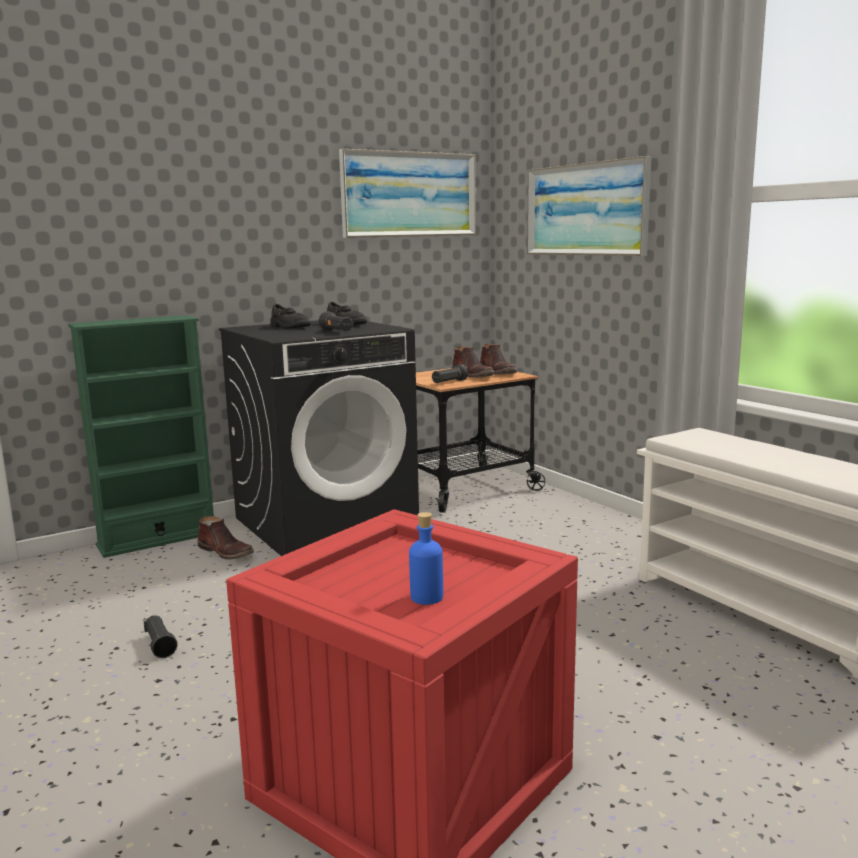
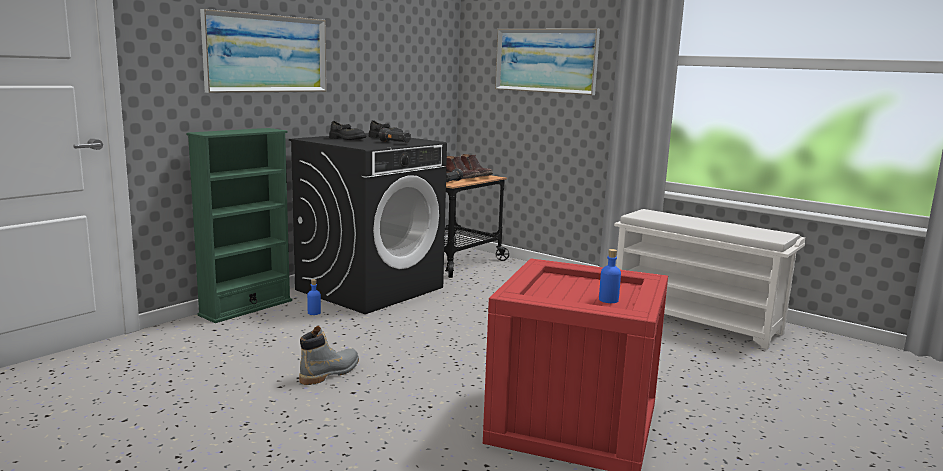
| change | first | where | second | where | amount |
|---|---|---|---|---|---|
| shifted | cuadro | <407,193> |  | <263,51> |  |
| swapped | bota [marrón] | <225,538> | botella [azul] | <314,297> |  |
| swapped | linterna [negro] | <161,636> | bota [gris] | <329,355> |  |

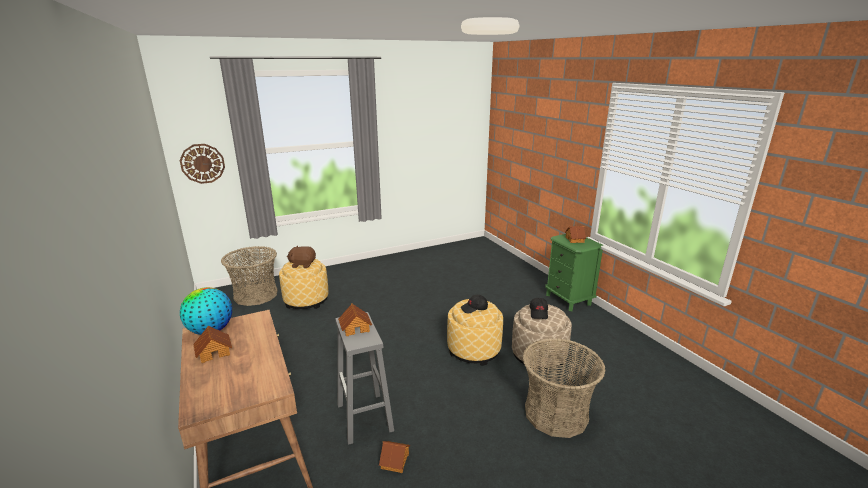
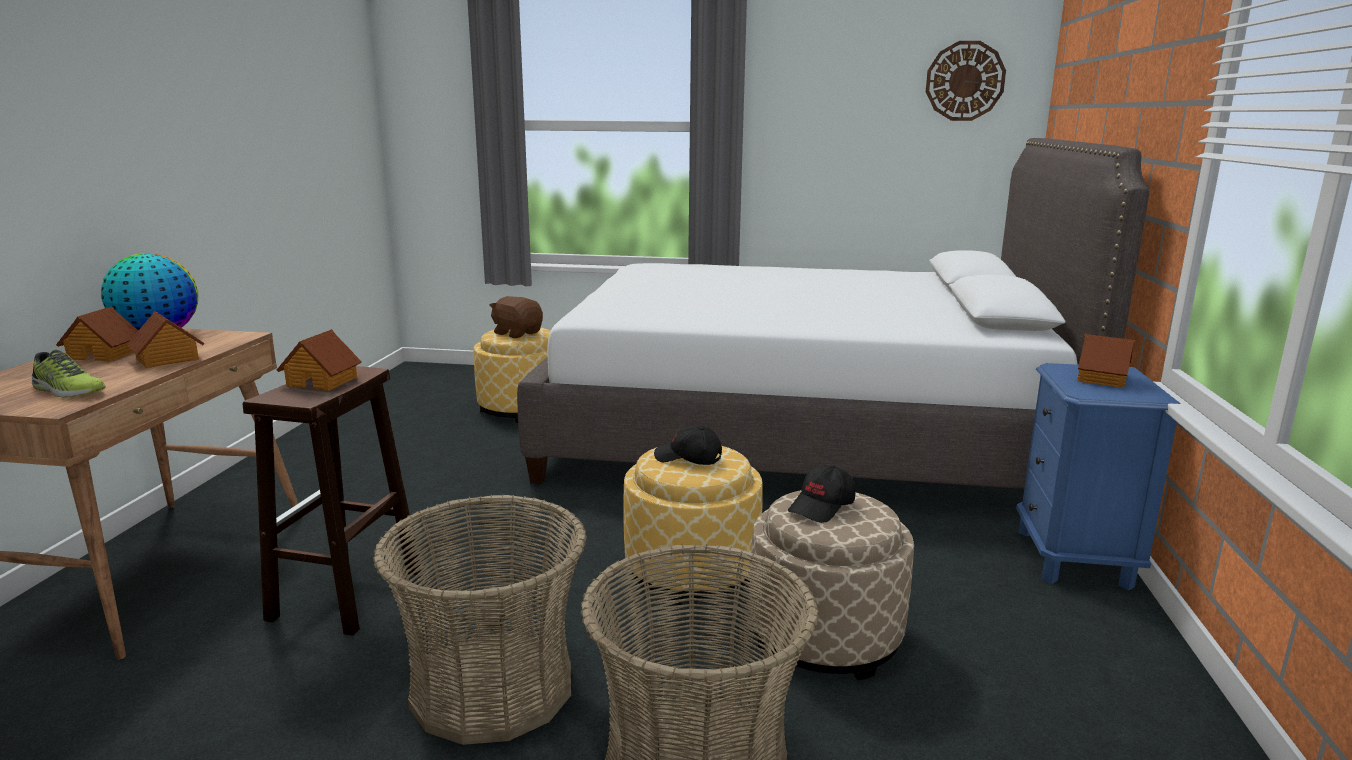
| change | first | where | second | where | amount |
|---|---|---|---|---|---|
| shifted | reloj de pared | <202,164> |  | <966,81> |  |
| repainted | mesita de noche [verde] | <574,272> | mesita de noche [azul] | <1098,476> |  |
| shifted | cesta | <249,276> |  | <480,620> |  |
| repainted | taburete [gris] | <364,378> | taburete [marrón] | <332,501> |  |
| shifted | casita | <394,457> |  | <166,339> |  |
| new |  |  | cama [blanco] | <833,313> |  |
| new |  |  | zapato | <69,374> |  |

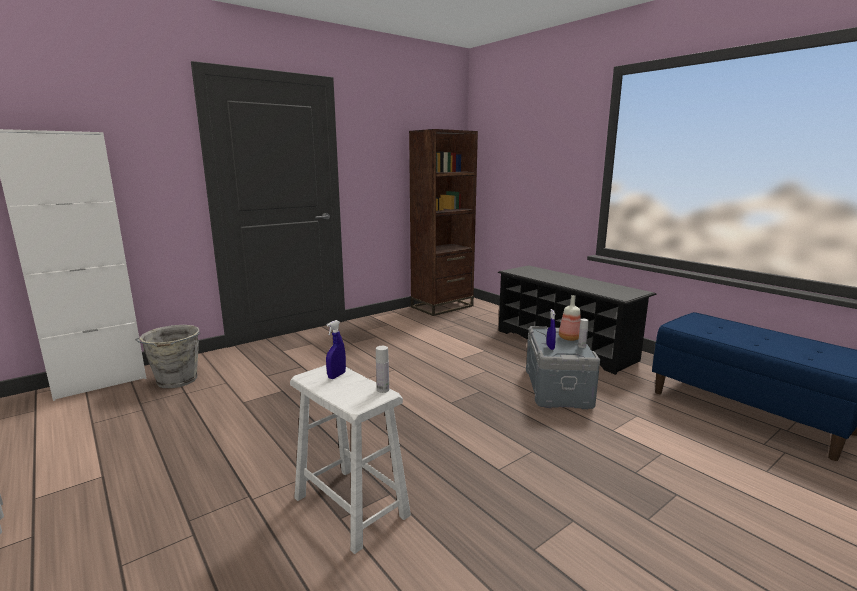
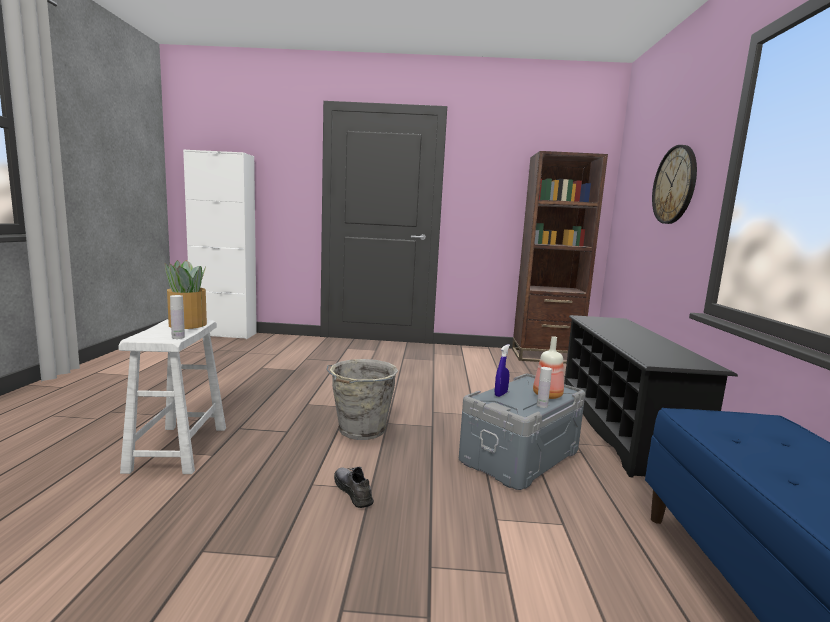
| change | first | where | second | where | amount |
|---|---|---|---|---|---|
| swapped | pulverizador [azul] | <336,349> | planta en maceta | <186,294> |  |
| shifted | cubo [gris] | <167,356> |  | <362,399> |  |
| new |  |  | reloj de pared | <674,184> |  |
| new |  |  | zapato [gris] | <354,487> |  |

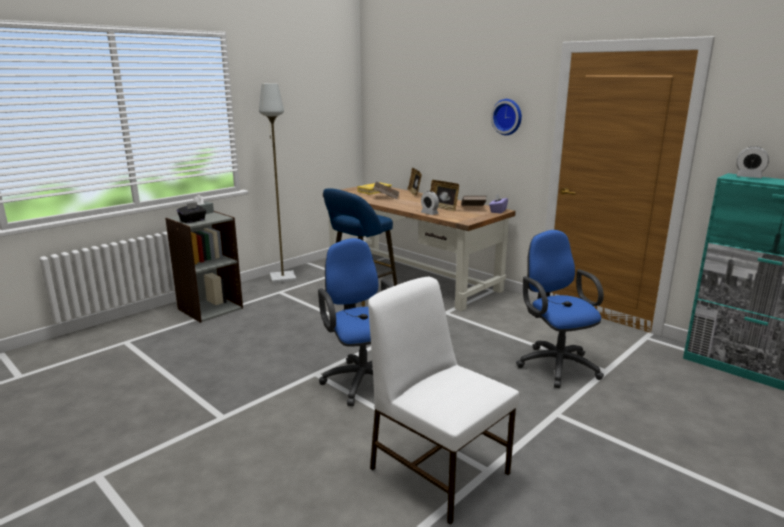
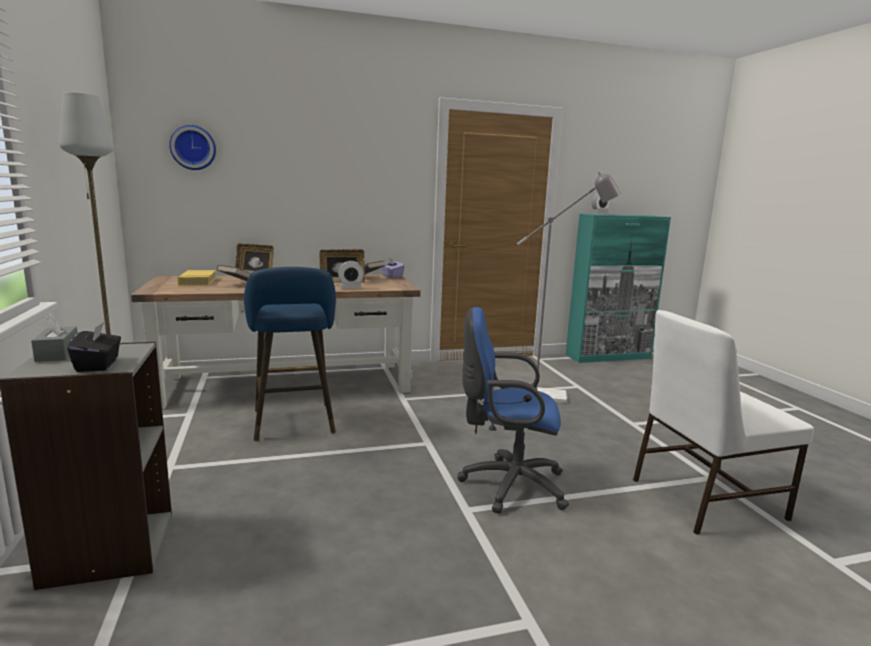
| change | first | where | second | where | amount |
|---|---|---|---|---|---|
| shifted | reloj de pared | <506,117> |  | <192,147> |  |
| swapped | silla de oficina [azul] | <560,309> | lámpara de pie [gris] | <569,287> |  |

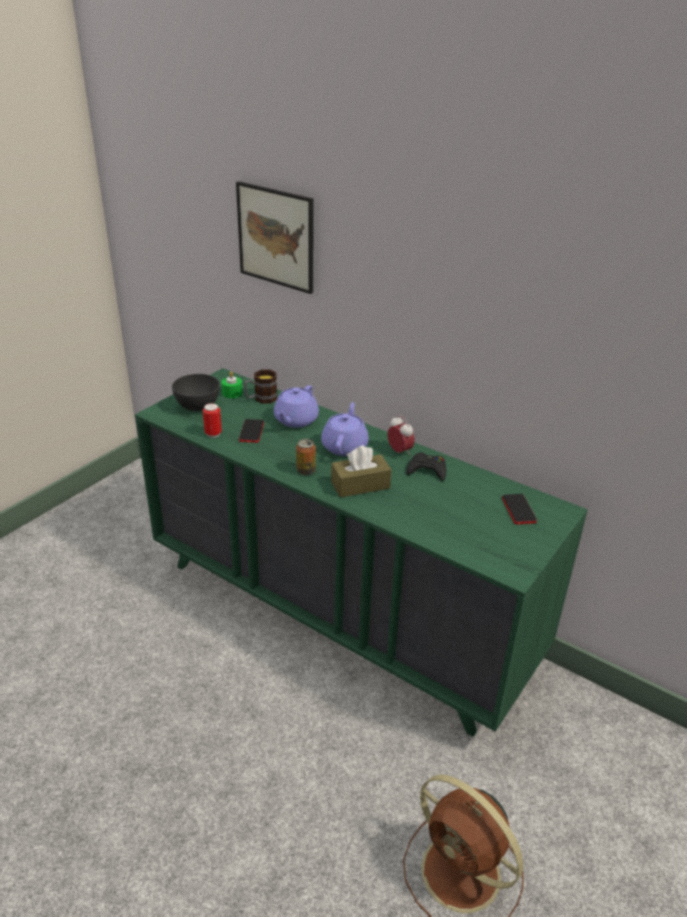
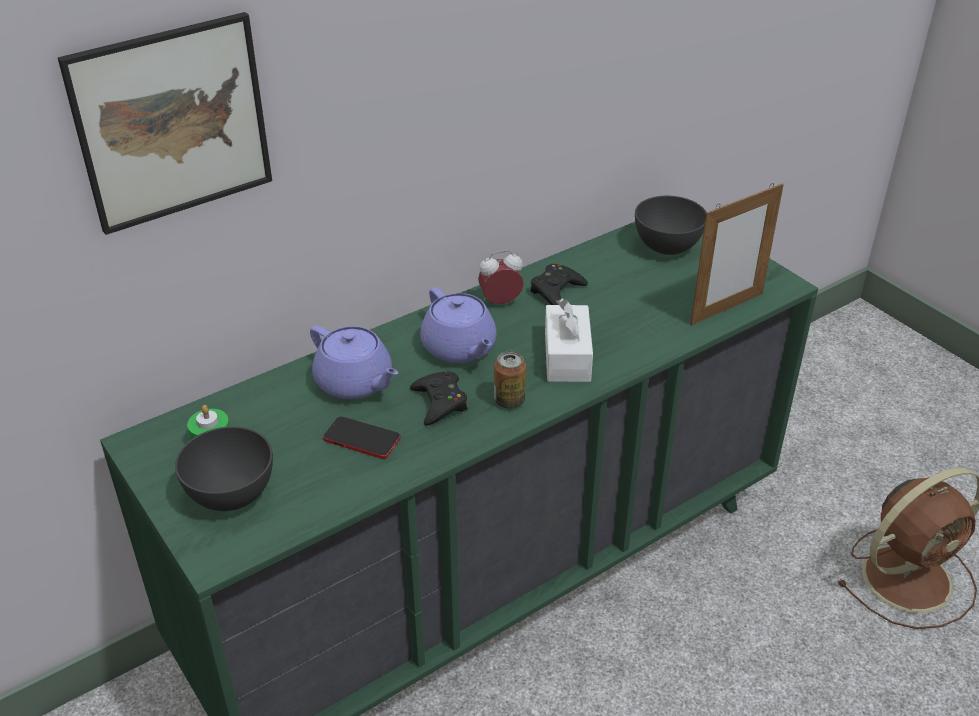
| change | first | where | second | where | amount |
|---|---|---|---|---|---|
| gone | taza grande | <260,386> |  |  |  |
| rotated | tetera [morado] | <345,429> |  | <458,325> | 150 degrees counterclockwise |
| gone | lata | <212,420> |  |  |  |
| repainted | caja de pañuelos [marrón] | <361,471> | caja de pañuelos [blanco] | <569,340> |  |
| swapped | móvil | <519,509> | cuenco [gris] | <671,225> |  |
| new |  |  | portarretratos | <737,254> |  |
| new |  |  | mando de consola [negro] | <439,398> |  |

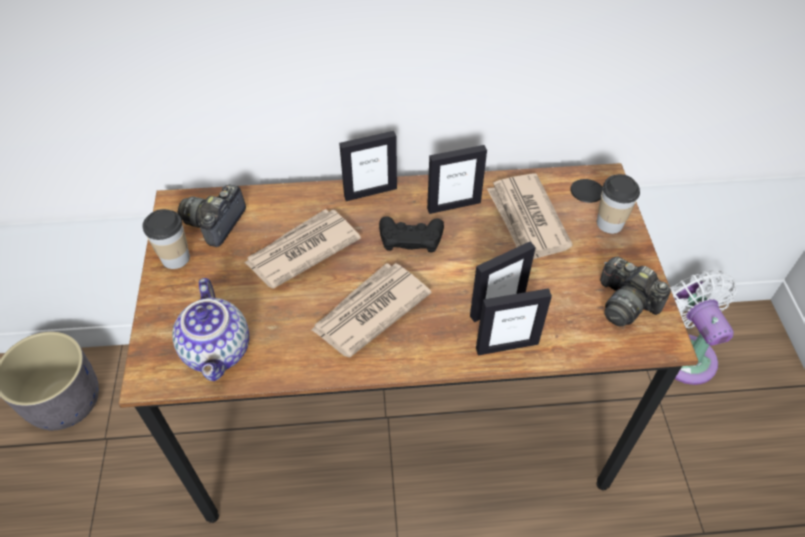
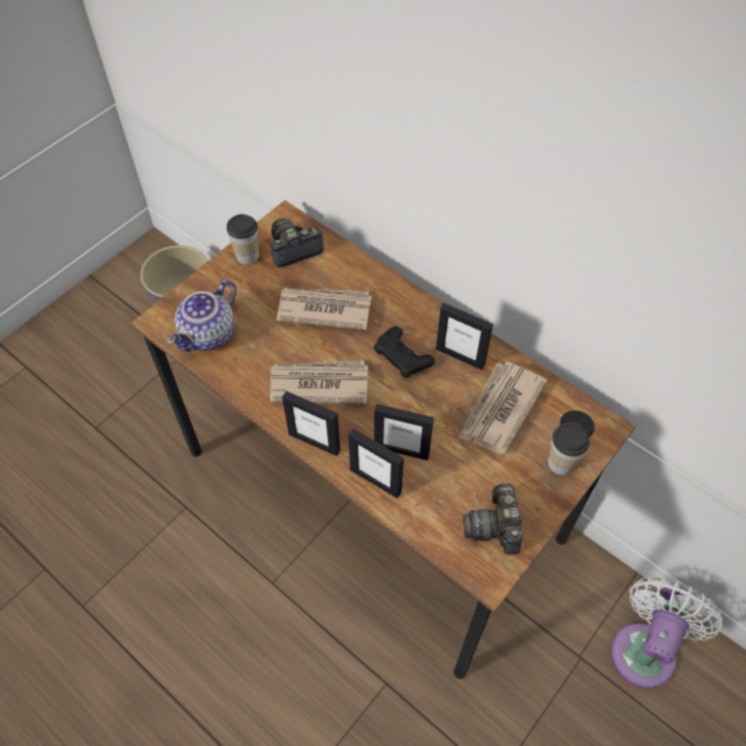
| change | first | where | second | where | amount |
|---|---|---|---|---|---|
| shifted | portarretratos | <368,166> |  | <311,423> |  |

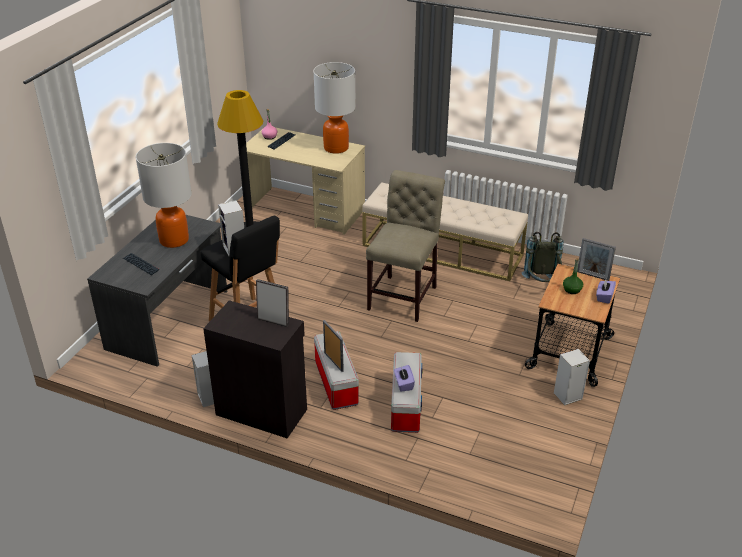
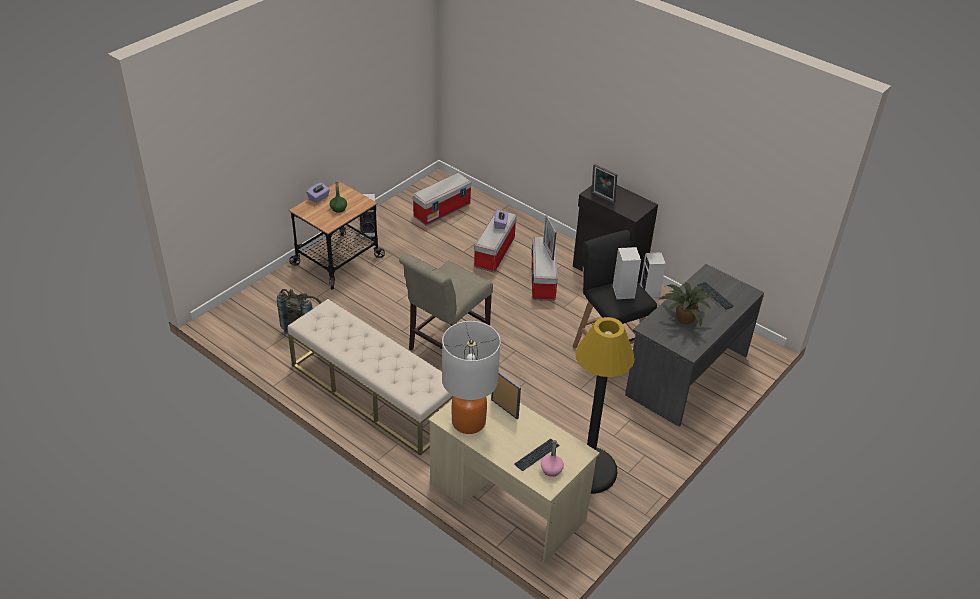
| change | first | where | second | where | amount |
|---|---|---|---|---|---|
| swapped | lámpara de mesa | <164,195> | planta en maceta | <688,304> |  |
| shifted | portarretratos | <596,259> |  | <506,395> |  |
| new |  |  | caja de almacenaje | <442,199> |  |

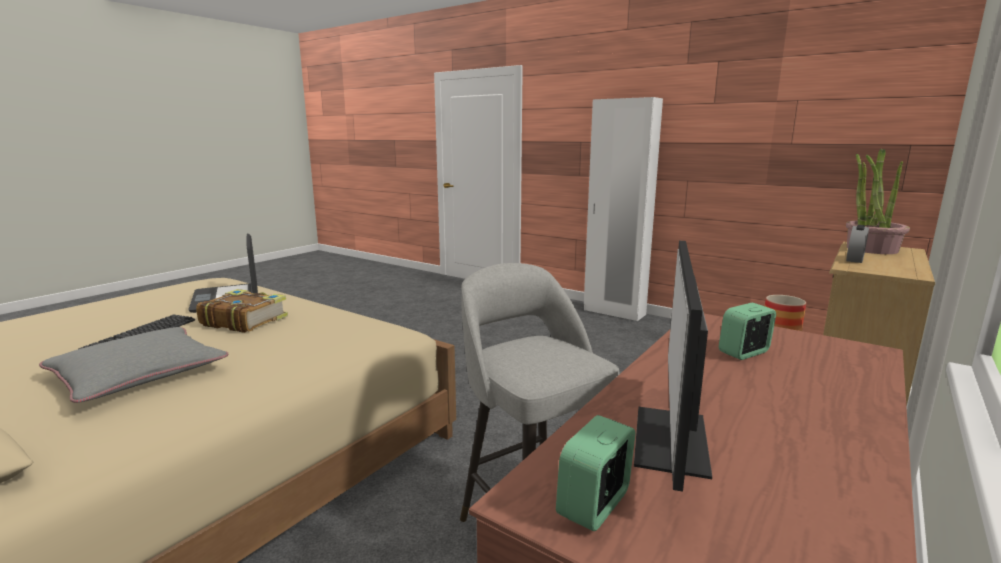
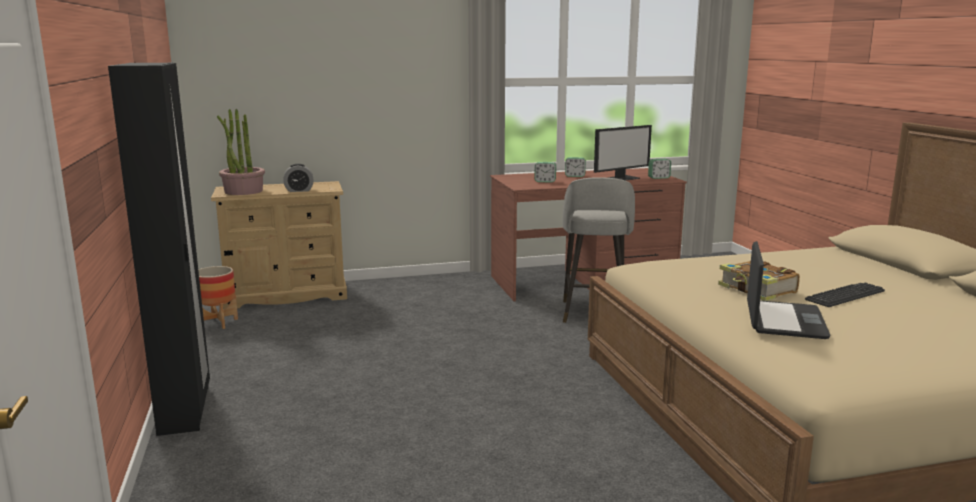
| change | first | where | second | where | amount |
|---|---|---|---|---|---|
| repainted | armario ropero [blanco] | <623,209> | armario ropero [negro] | <159,249> |  |
| gone | cojín [gris] | <133,365> |  |  |  |
| new |  |  | despertador | <575,167> |  |

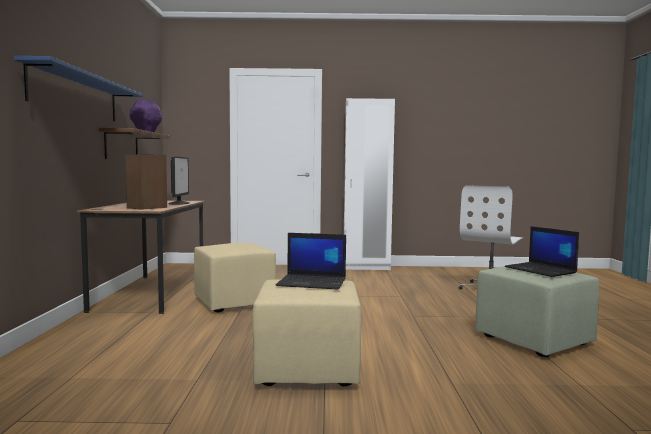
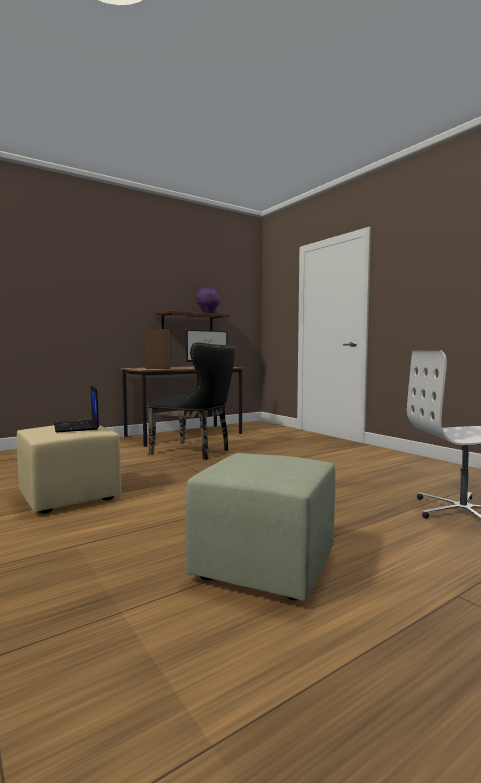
| change | first | where | second | where | amount |
|---|---|---|---|---|---|
| gone | estante [azul] | <78,88> |  |  |  |
| gone | armario ropero [blanco] | <369,184> |  |  |  |
| gone | portátil | <542,251> |  |  |  |
| swapped | puf [beis] | <235,277> | silla [negro] | <191,401> |  |

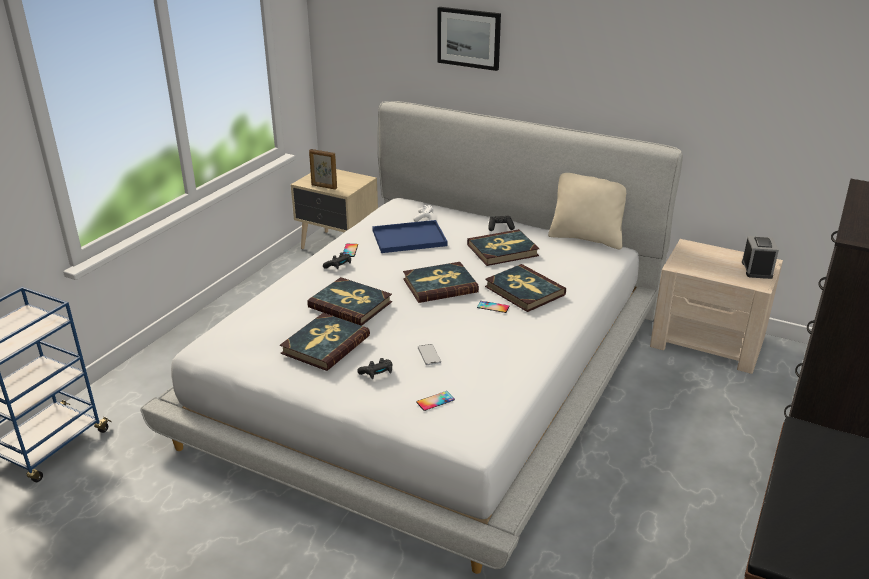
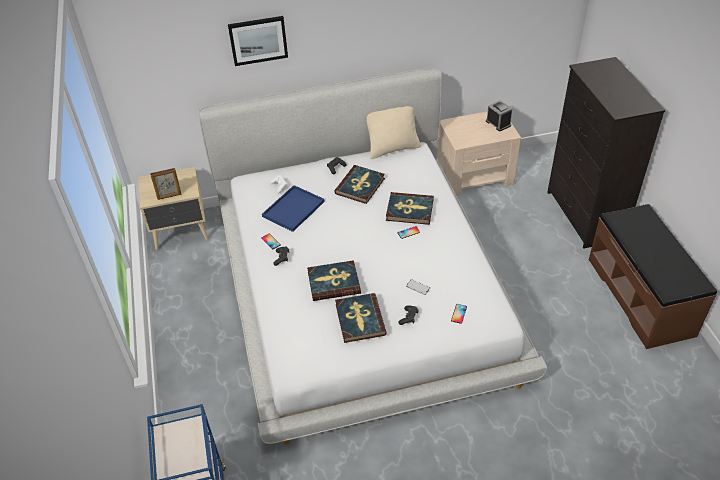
| change | first | where | second | where | amount |
|---|---|---|---|---|---|
| gone | libro | <441,282> |  |  |  |

